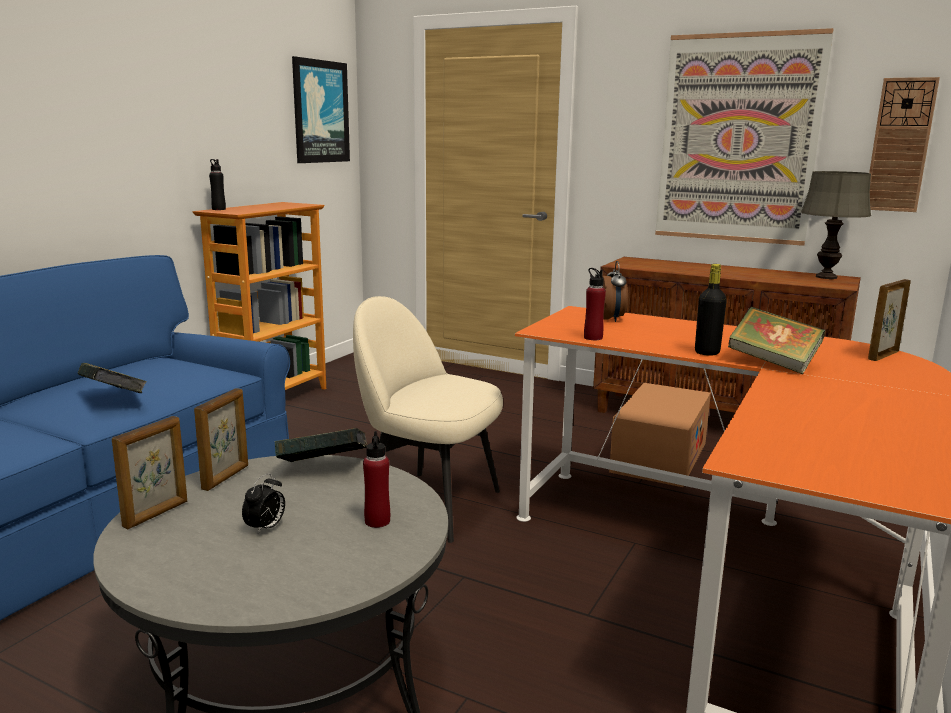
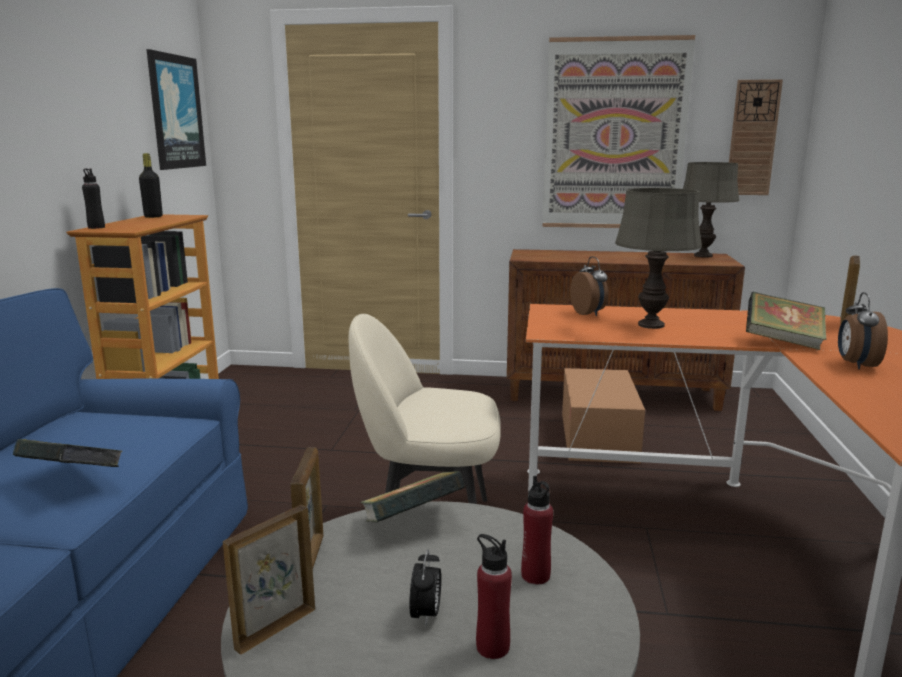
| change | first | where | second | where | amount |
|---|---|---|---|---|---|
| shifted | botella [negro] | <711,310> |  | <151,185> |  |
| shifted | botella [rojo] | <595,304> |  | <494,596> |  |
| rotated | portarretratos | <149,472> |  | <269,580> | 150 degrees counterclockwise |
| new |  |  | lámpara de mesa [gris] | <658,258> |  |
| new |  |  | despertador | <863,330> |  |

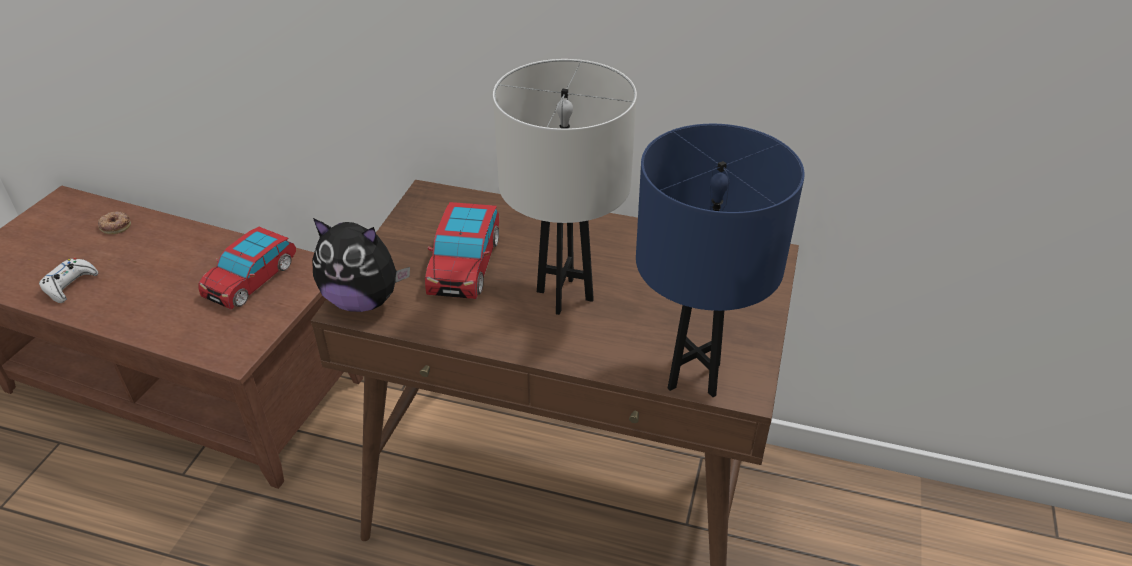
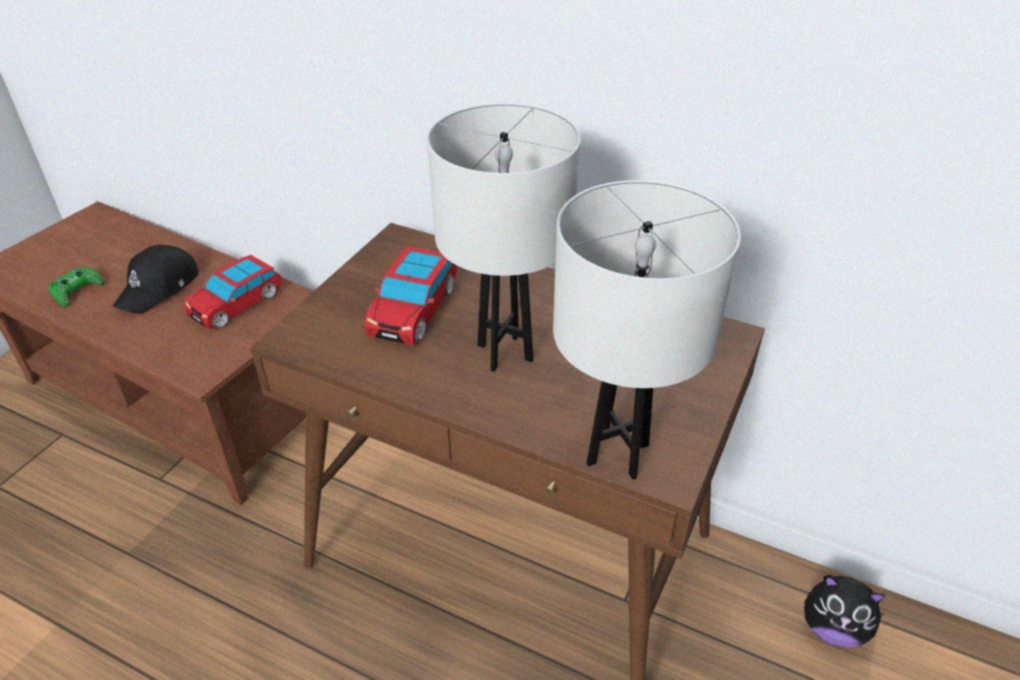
| change | first | where | second | where | amount |
|---|---|---|---|---|---|
| repainted | lámpara de mesa [azul] | <720,260> | lámpara de mesa [blanco] | <647,330> |  |
| gone | rosquilla | <114,223> |  |  |  |
| shifted | peluche | <361,265> |  | <844,611> |  |
| repainted | mando de consola [blanco] | <68,280> | mando de consola [verde] | <76,286> |  |
| new |  |  | gorra [negro] | <155,279> |  |

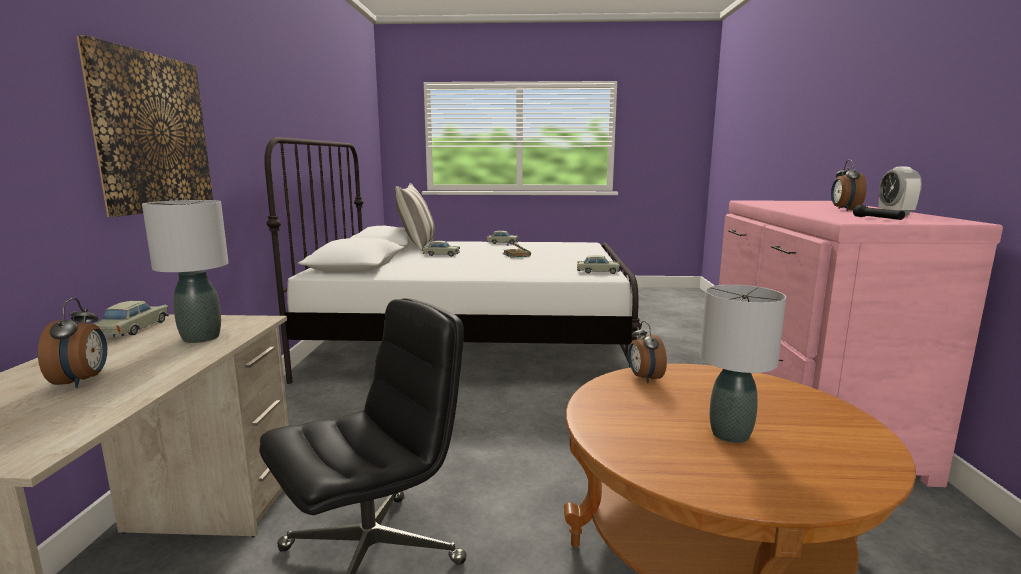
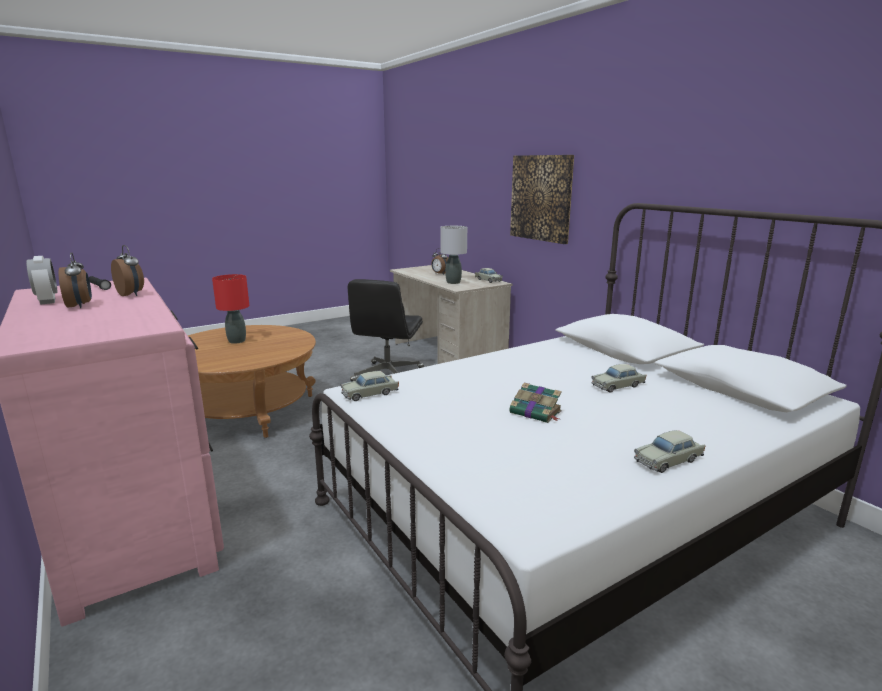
| change | first | where | second | where | amount |
|---|---|---|---|---|---|
| gone | cojín | <414,217> |  |  |  |
| repainted | lámpara de mesa [gris] | <743,364> | lámpara de mesa [rojo] | <231,309> |  |
| shifted | despertador | <647,352> |  | <127,270> |  |

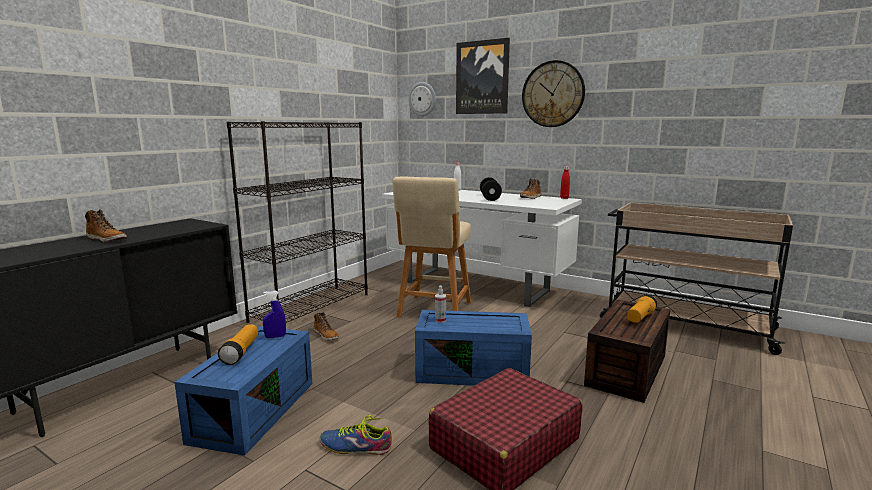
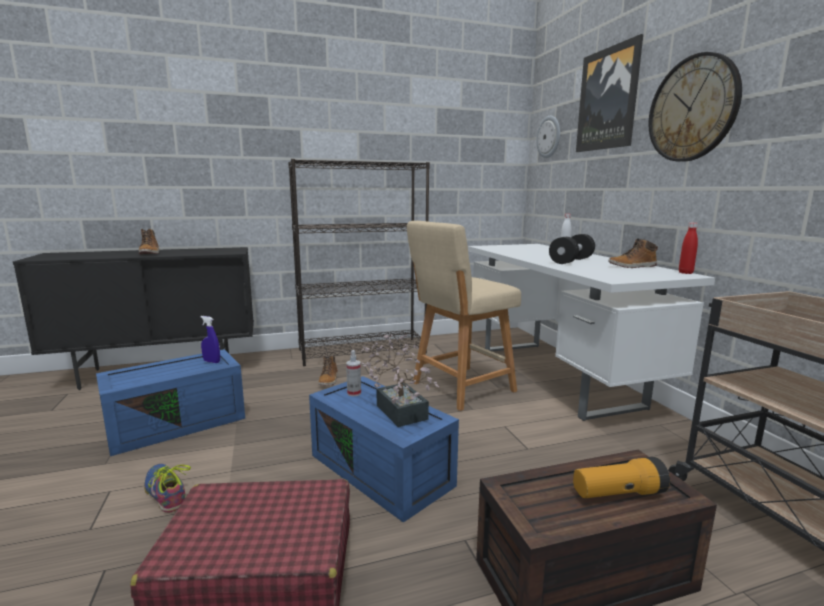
| change | first | where | second | where | amount |
|---|---|---|---|---|---|
| gone | linterna | <238,344> |  |  |  |
| new |  |  | planta en maceta | <400,380> |  |

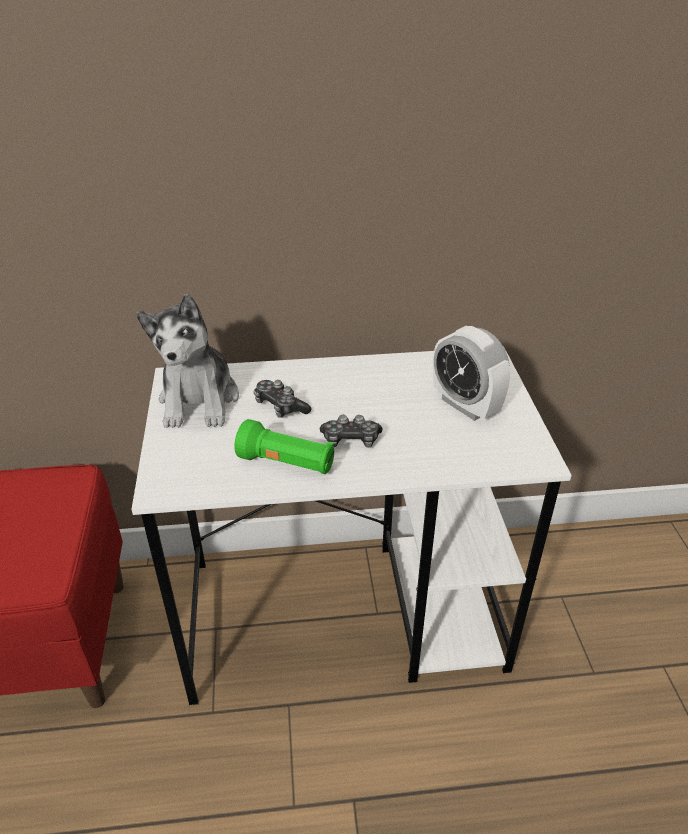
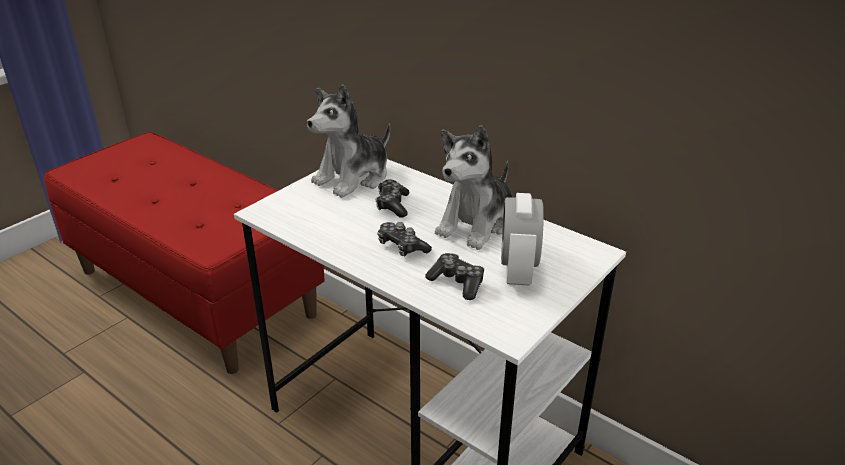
| change | first | where | second | where | amount |
|---|---|---|---|---|---|
| gone | linterna [verde] | <284,446> |  |  |  |
| new |  |  | peluche | <473,188> |  |
| new |  |  | mando de consola | <454,276> |  |

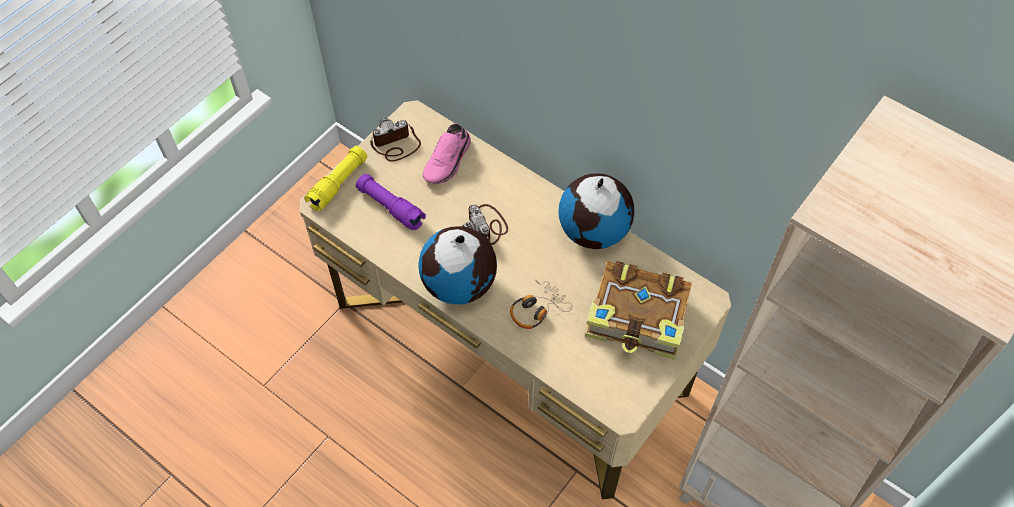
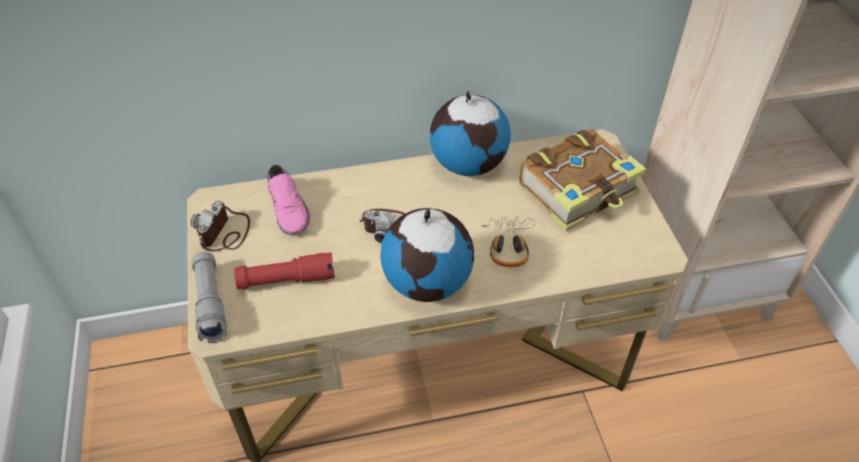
| change | first | where | second | where | amount |
|---|---|---|---|---|---|
| repainted | linterna [amarillo] | <335,178> | linterna [gris] | <209,297> |  |
| repainted | linterna [morado] | <391,202> | linterna [rojo] | <284,271> |  |

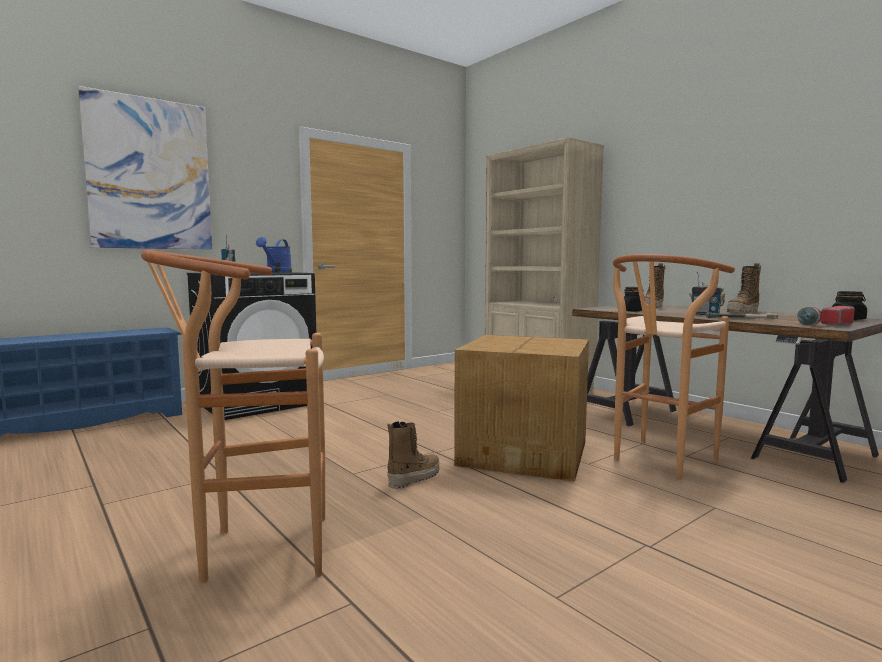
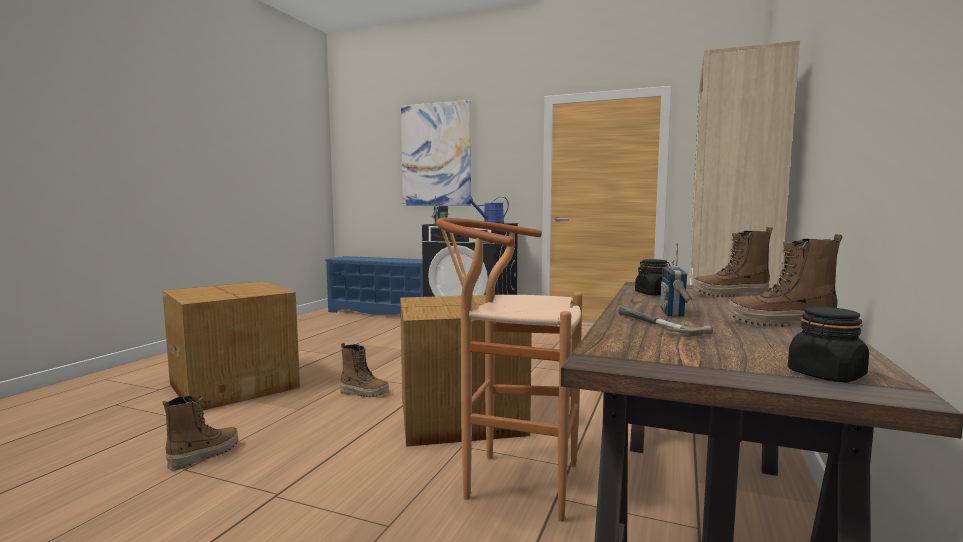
| change | first | where | second | where | amount |
|---|---|---|---|---|---|
| swapped | taburete [marrón] | <233,416> | caja de cartón | <231,346> |  |
| gone | linterna | <826,316> |  |  |  |
| new |  |  | bota | <200,433> |  |

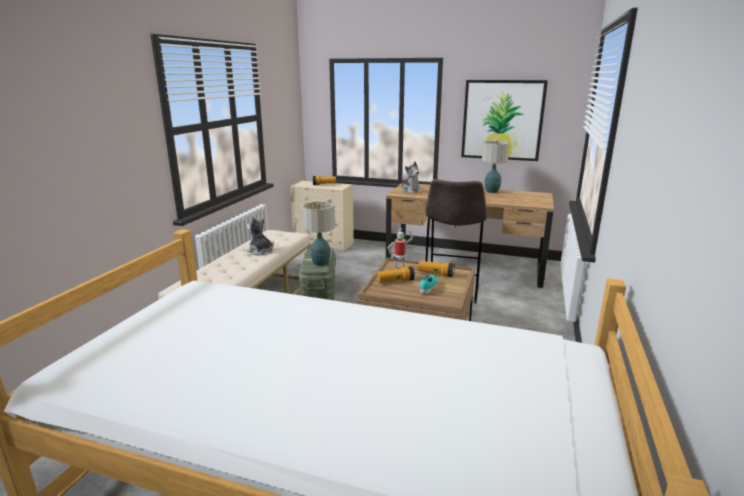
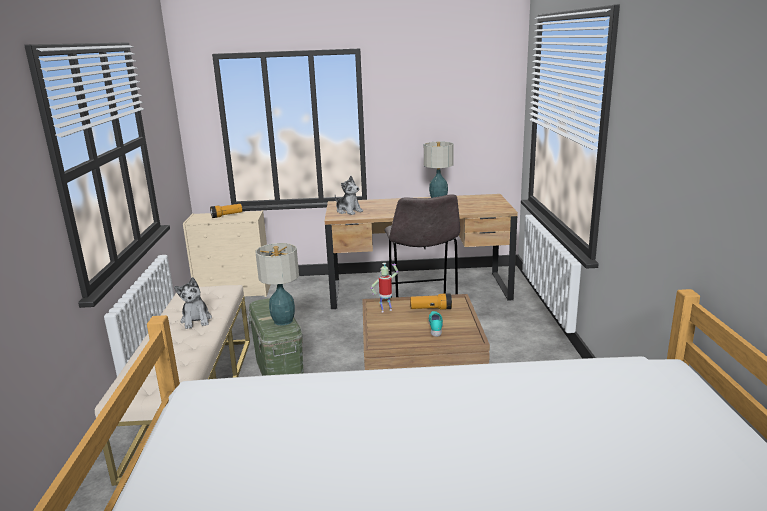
| change | first | where | second | where | amount |
|---|---|---|---|---|---|
| gone | cuadro | <504,120> |  |  |  |
| rotated | peluche | <260,236> |  | <193,303> | 120 degrees counterclockwise |
| gone | linterna | <396,274> |  |  |  |

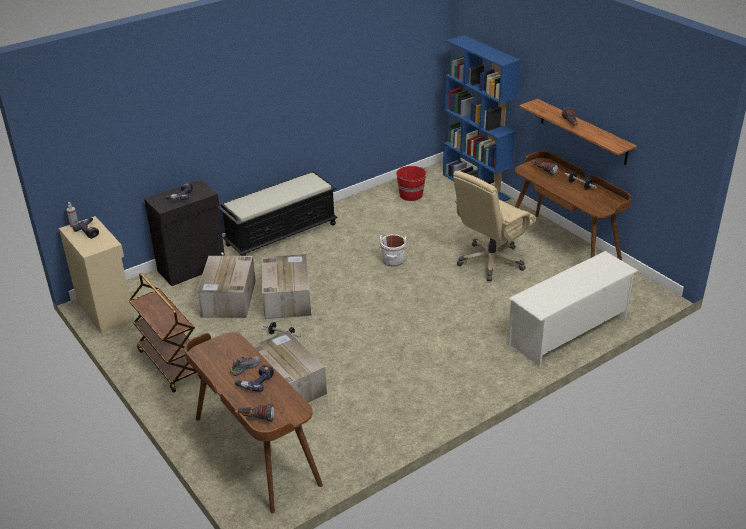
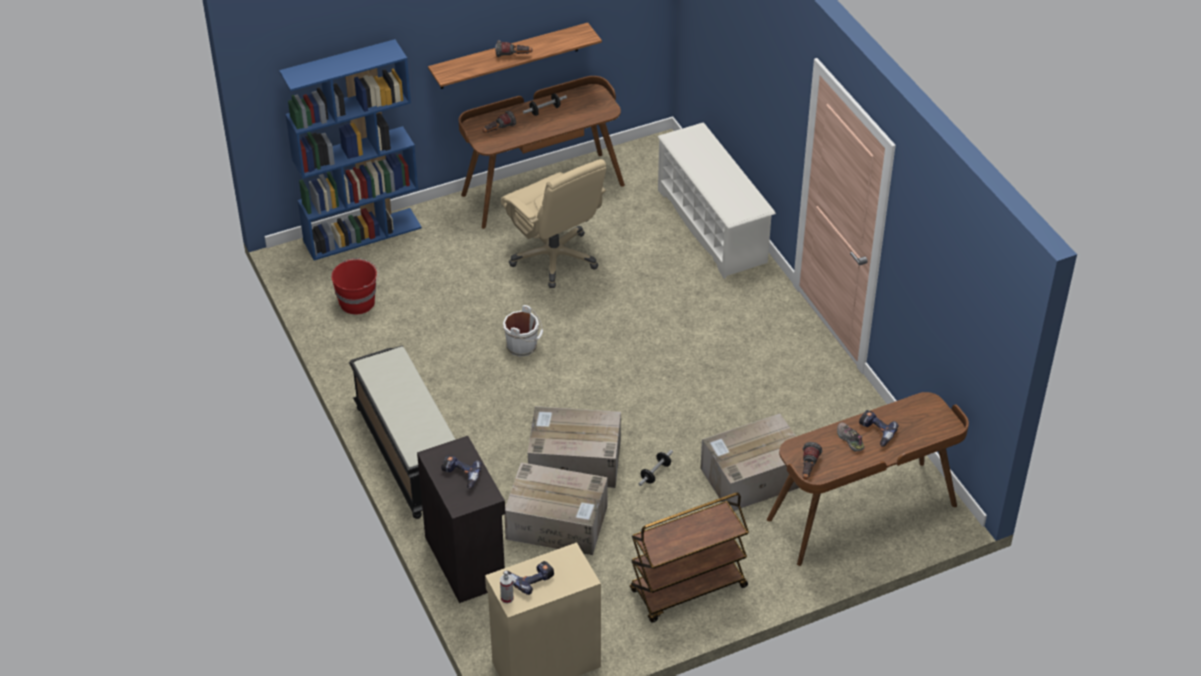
| change | first | where | second | where | amount |
|---|---|---|---|---|---|
| shifted | linterna | <254,413> |  | <812,461> |  |

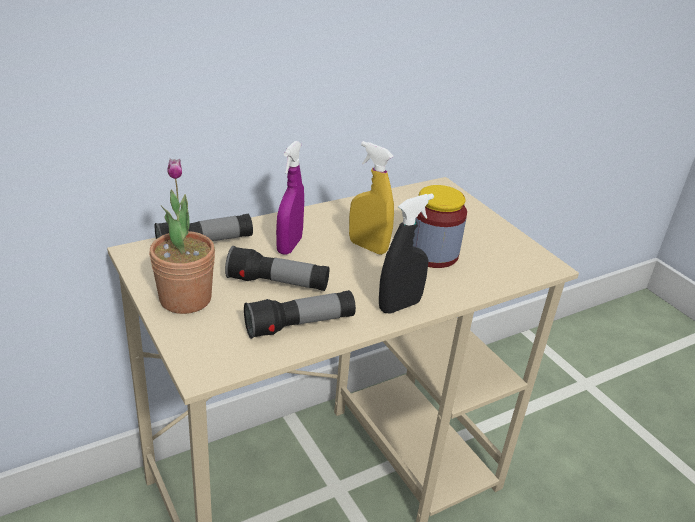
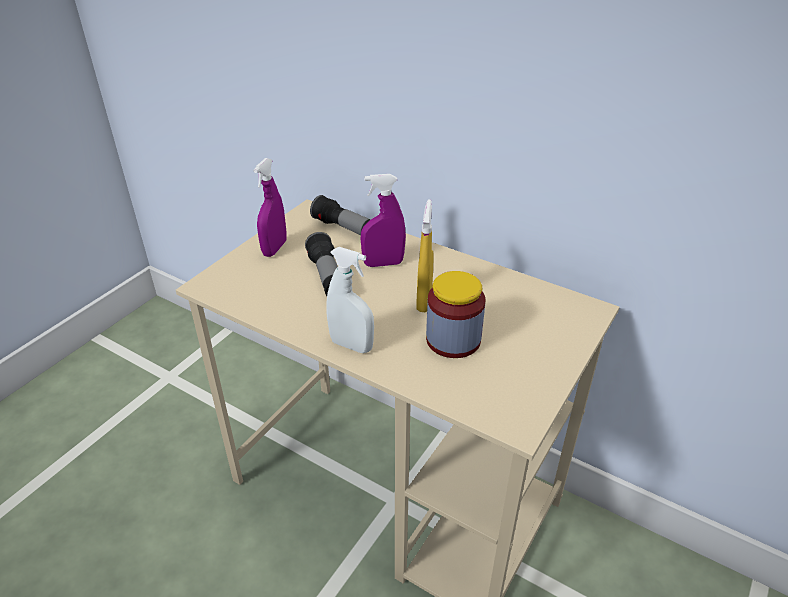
| change | first | where | second | where | amount |
|---|---|---|---|---|---|
| swapped | planta en maceta | <182,236> | pulverizador [morado] | <269,207> |  |
| repainted | pulverizador [negro] | <406,253> | pulverizador [blanco] | <350,300> |  |
| gone | linterna | <300,314> |  |  |  |

